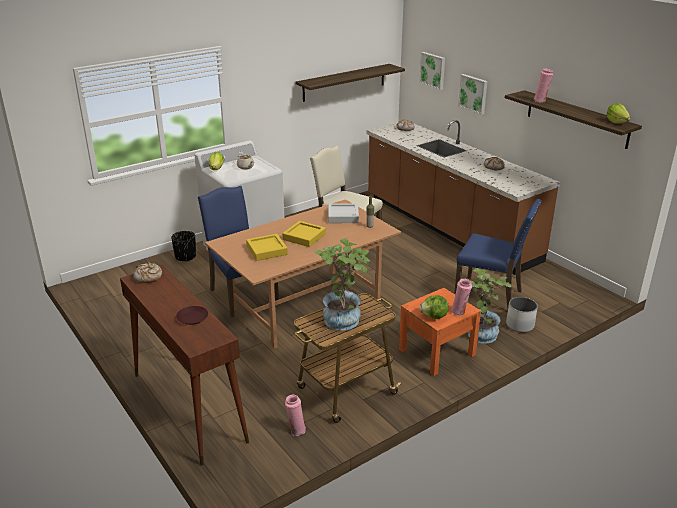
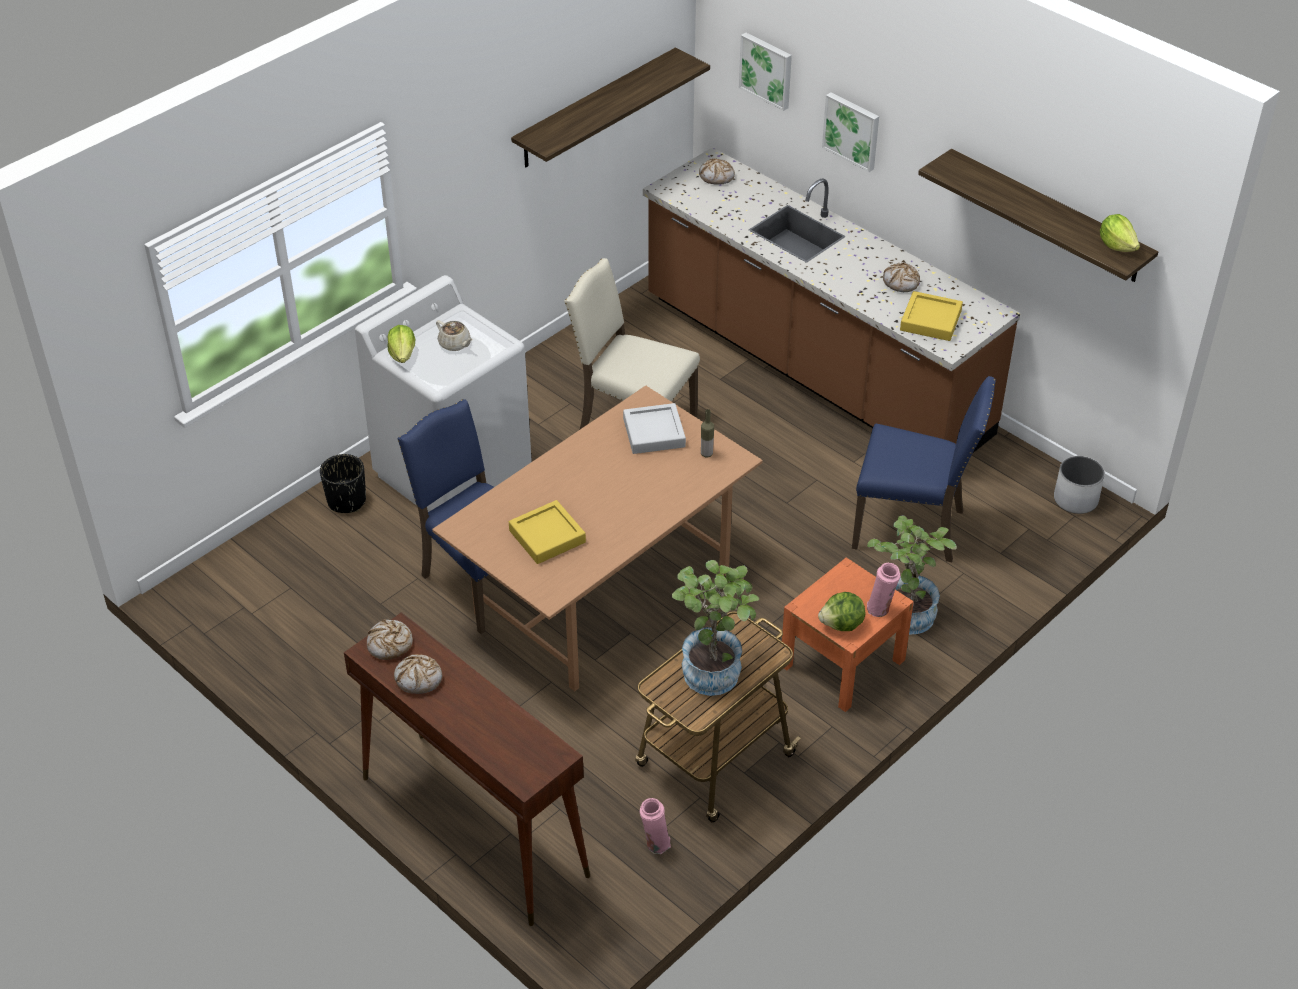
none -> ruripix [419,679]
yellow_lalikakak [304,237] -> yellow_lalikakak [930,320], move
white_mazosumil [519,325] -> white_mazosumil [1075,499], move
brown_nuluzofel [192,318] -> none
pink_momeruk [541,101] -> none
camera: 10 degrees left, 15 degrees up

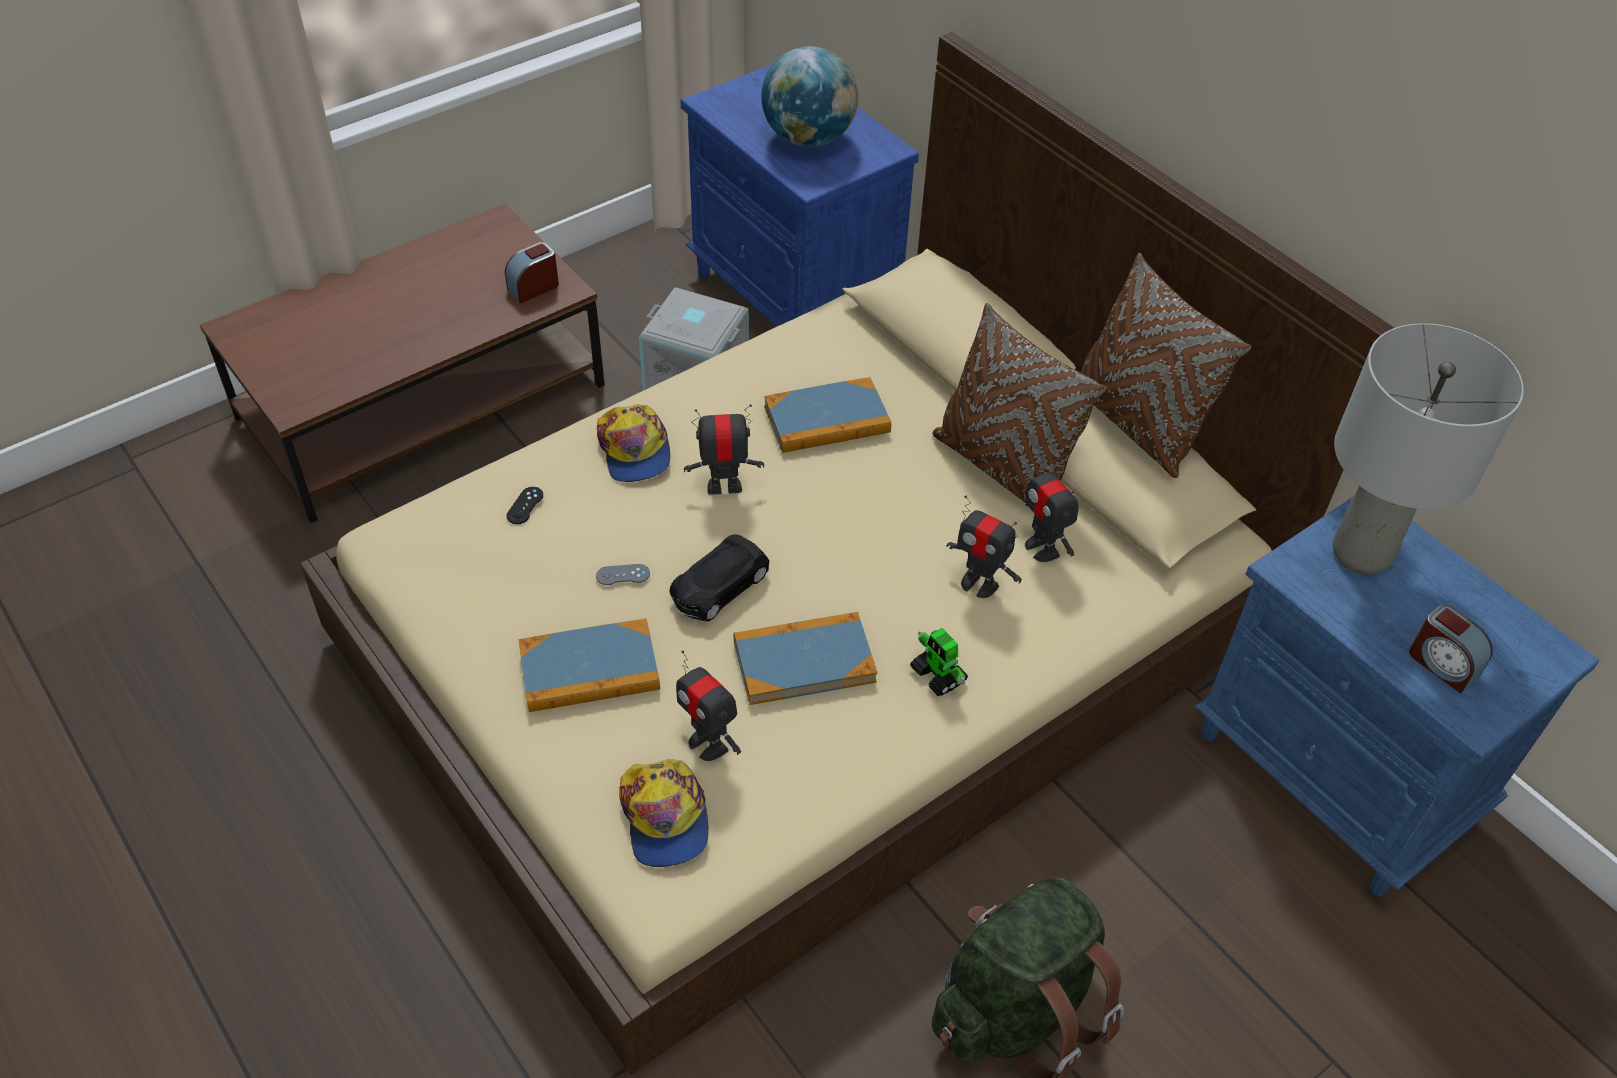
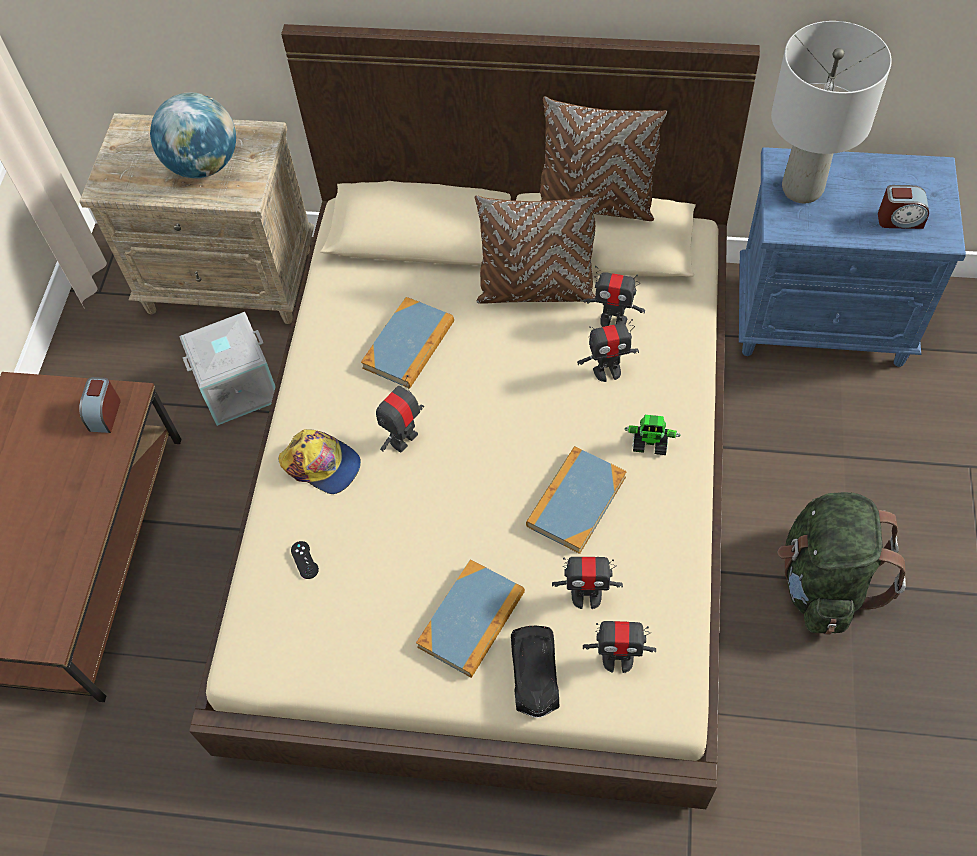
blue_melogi [795,299] -> beige_melogi [231,280]
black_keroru [718,587] -> black_keroru [534,674], move
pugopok [665,818] -> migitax [617,659]
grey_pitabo [623,575] -> none
camera: 40 degrees left, 10 degrees up

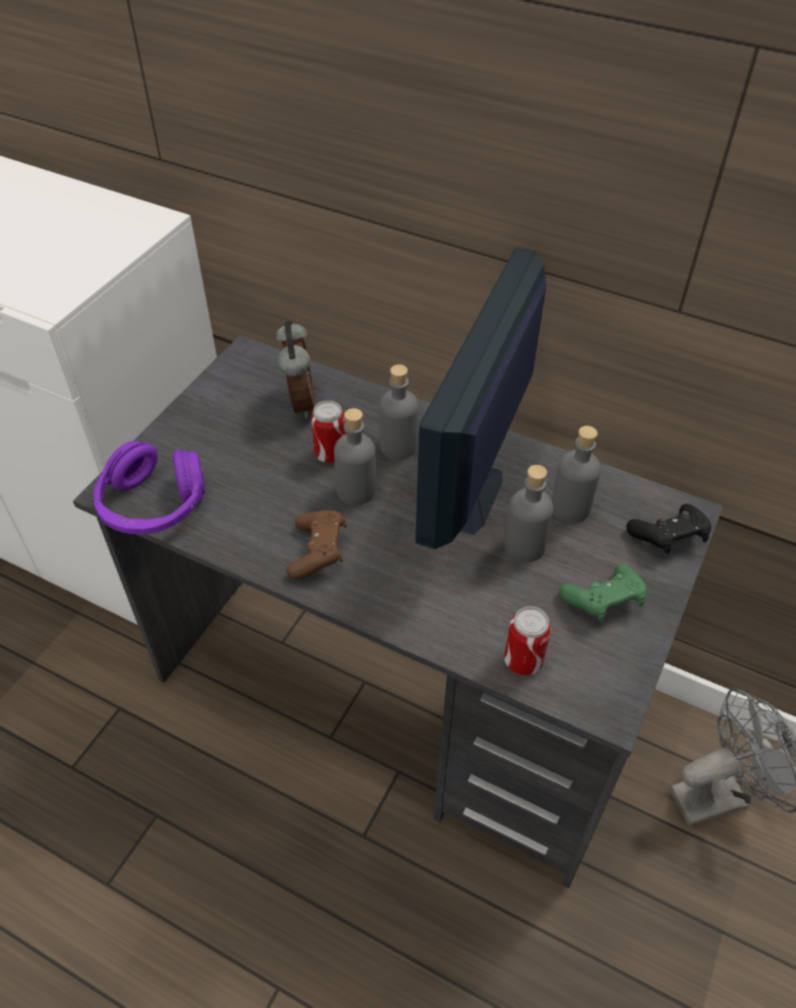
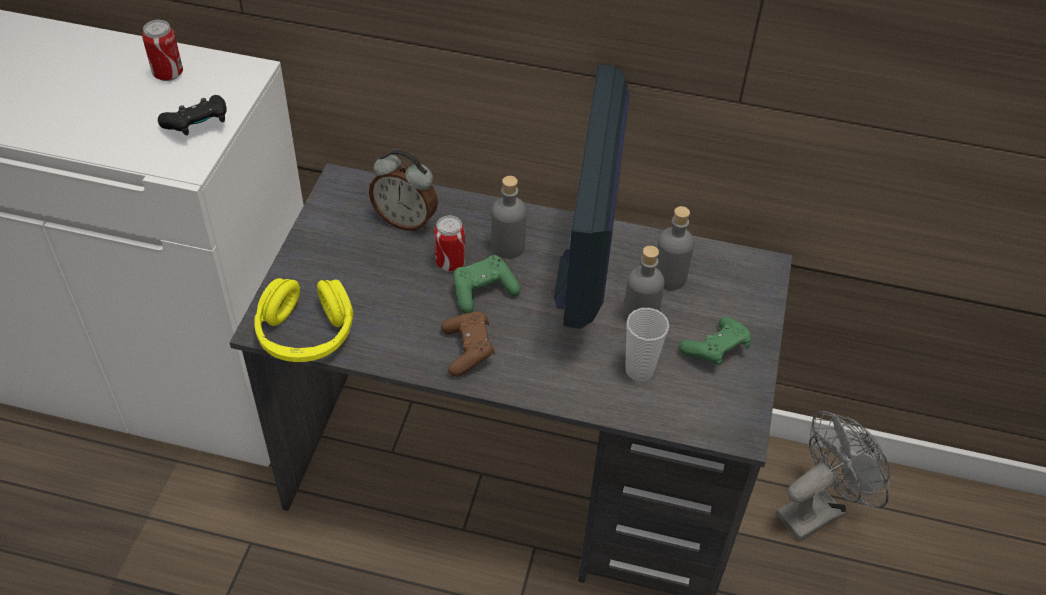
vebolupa [523,661] -> vebolupa [168,74], move
black_pitabo [668,538] -> black_pitabo [198,126], move
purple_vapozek [152,505] -> yellow_vapozek [305,334]
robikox [299,403] -> robikox [406,220], 135 degrees clockwise
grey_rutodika [356,491] -> green_pitabo [483,292]
none -> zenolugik [639,370]
camera: 15 degrees left, 0 degrees up

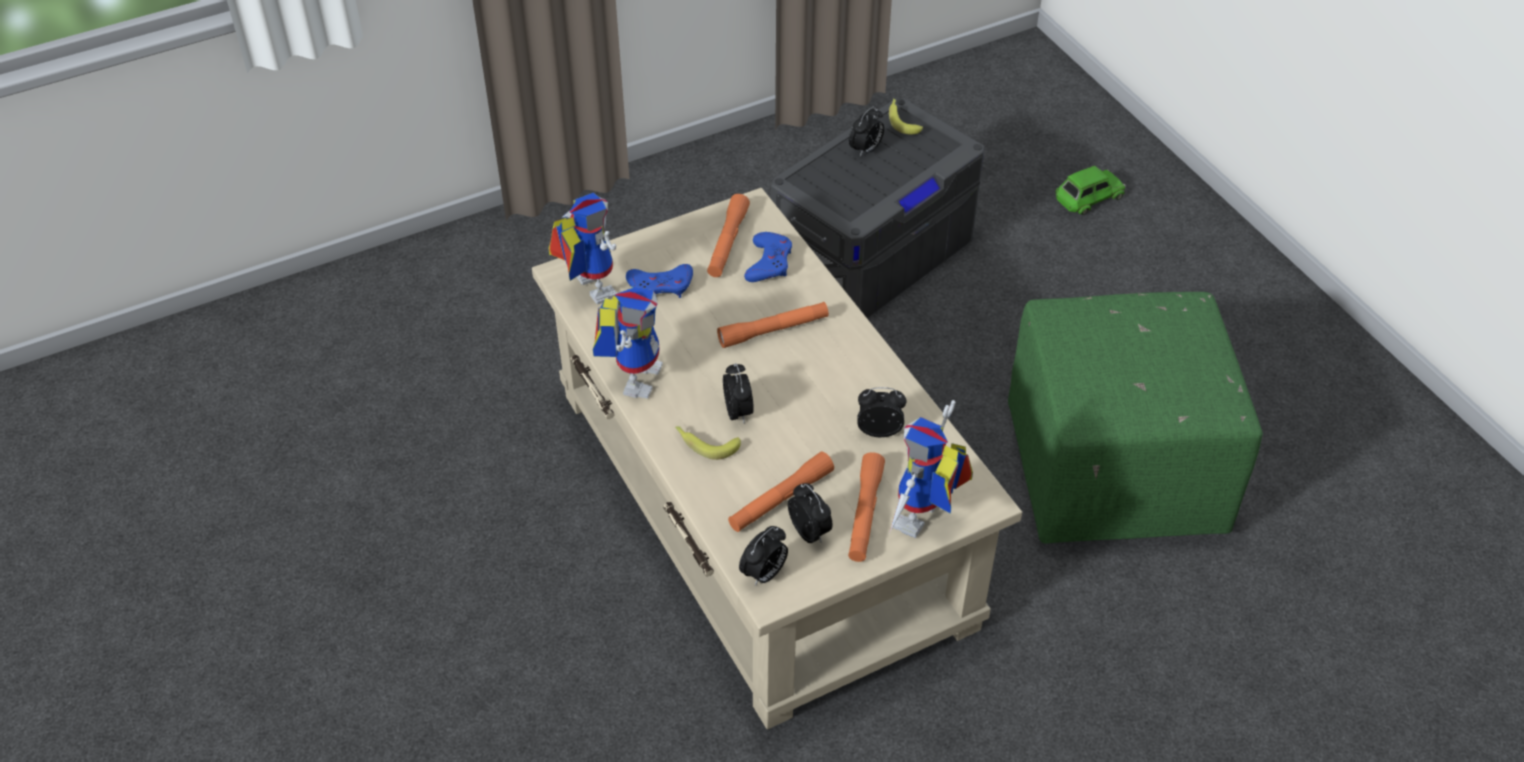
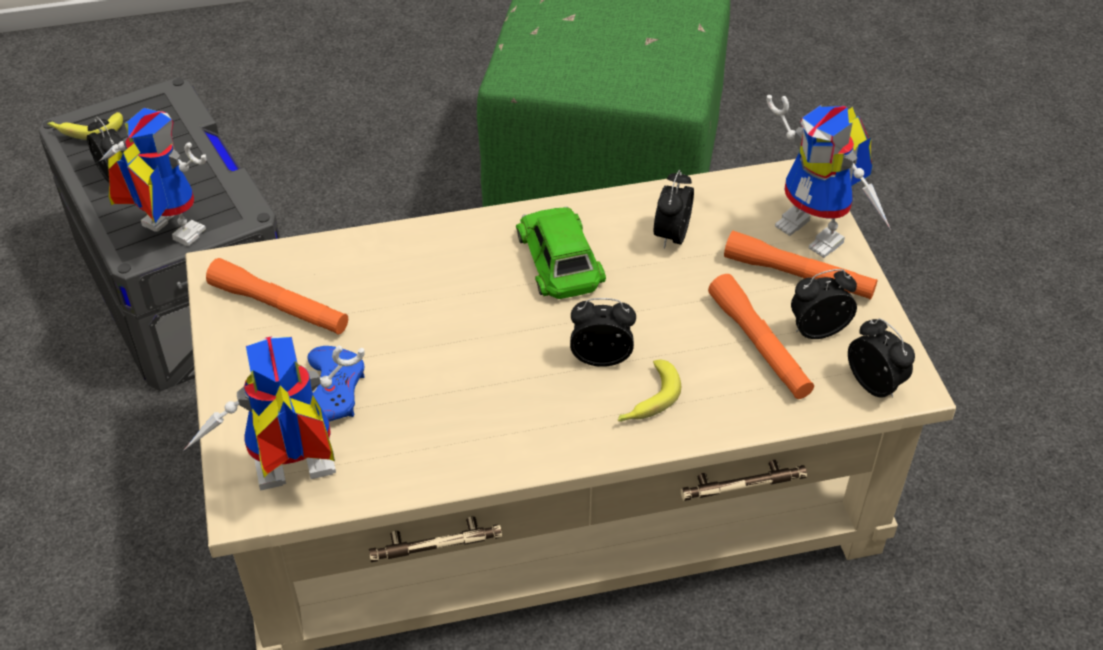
migitax [635,374] -> migitax [163,232], move
green_keroru [1088,197] -> green_keroru [560,261], move
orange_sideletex [773,330] -> none
blue_pitabo [769,262] -> none
camera: 75 degrees left, 0 degrees up

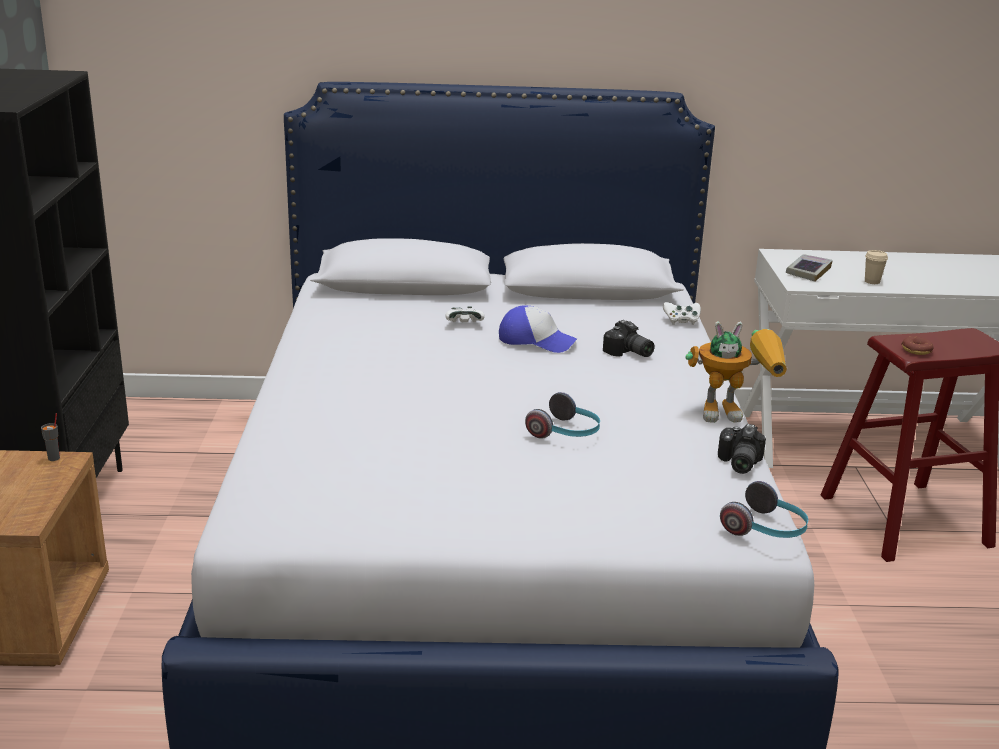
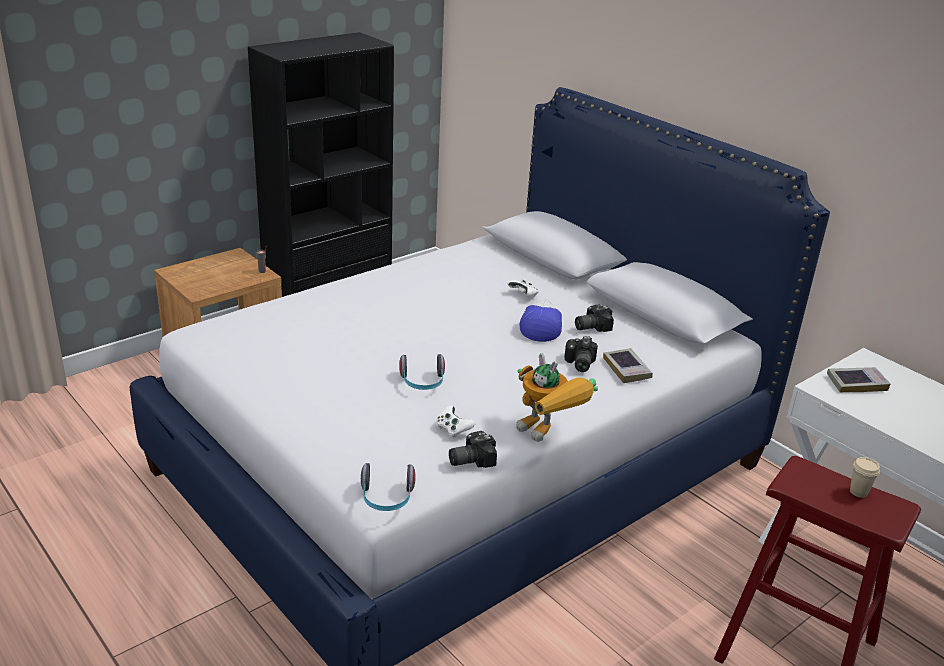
white_pitabo [681,321] -> white_pitabo [453,430], move
pugopok [536,341] -> pugopok [541,326], 150 degrees counterclockwise
none -> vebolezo [590,326]
none -> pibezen [626,369]
beige_zenolugik [872,281] -> beige_zenolugik [858,492], move
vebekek [916,350] -> none
camera: 50 degrees right, 5 degrees up

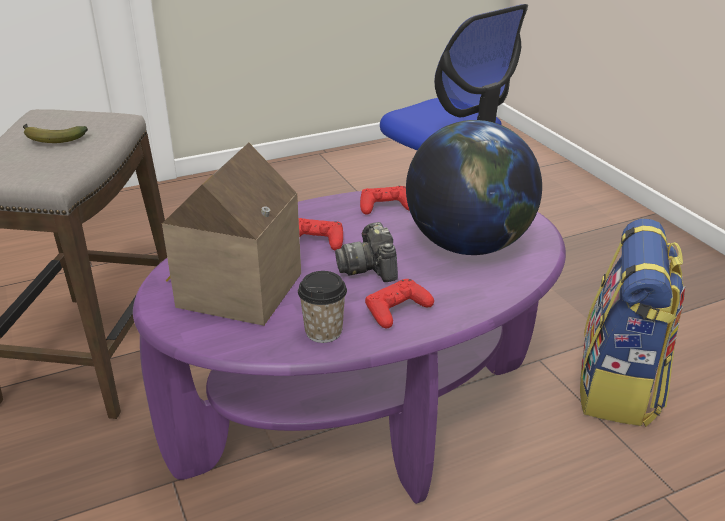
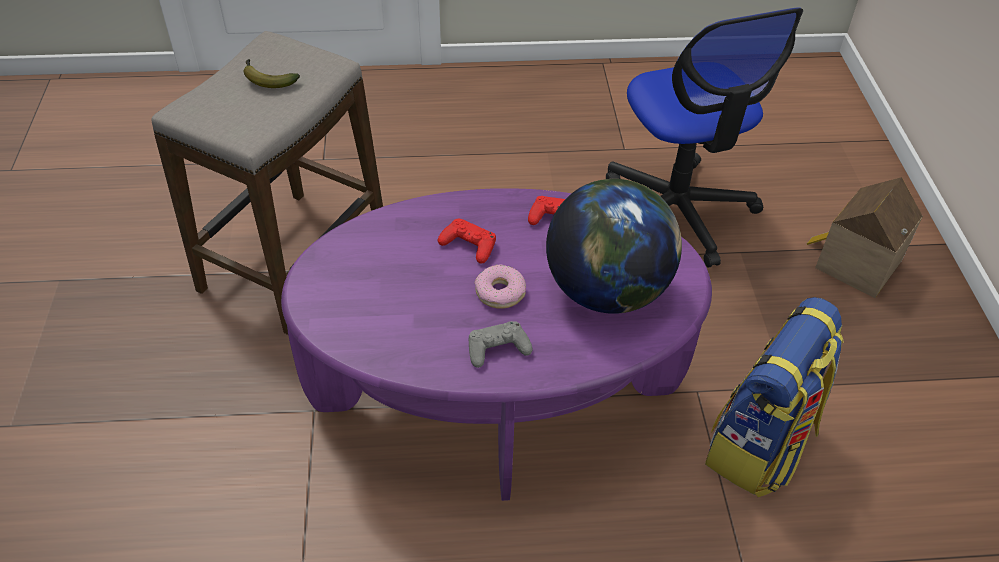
red_pitabo [397,310] -> grey_pitabo [497,349]
vebolezo [369,267] -> vebekek [500,292]
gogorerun [234,290] -> gogorerun [853,263], move
zenolugik [323,332] -> none
camera: 20 degrees right, 15 degrees up

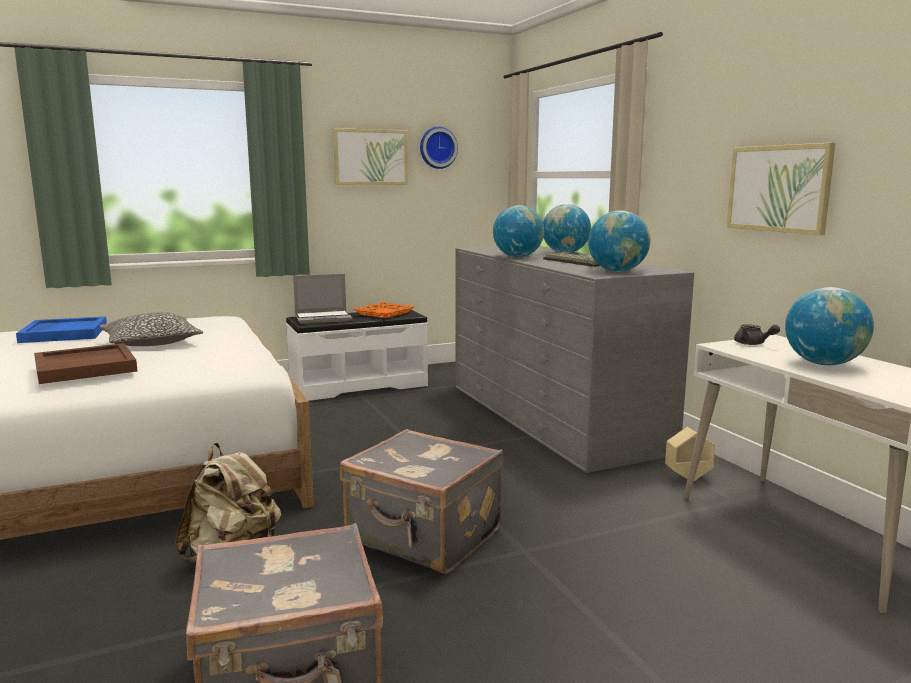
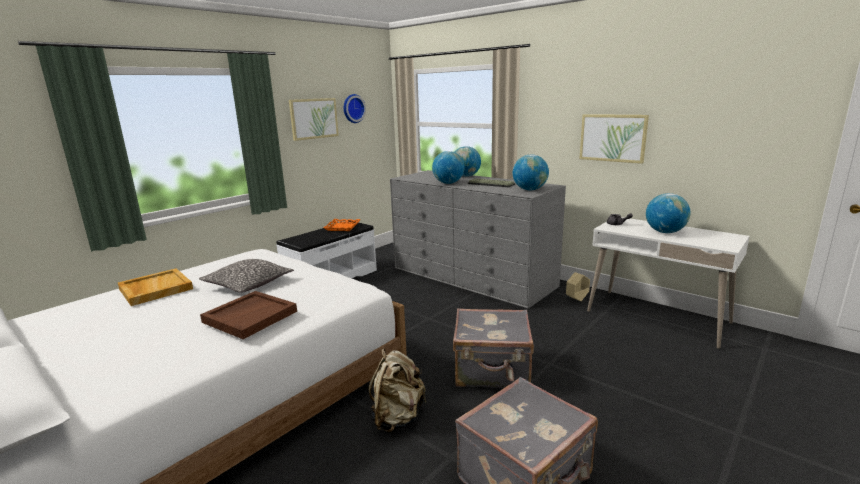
blue_lalikakak [64,333] -> beige_lalikakak [155,289]
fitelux [324,318] -> none
camera: 25 degrees left, 5 degrees up

